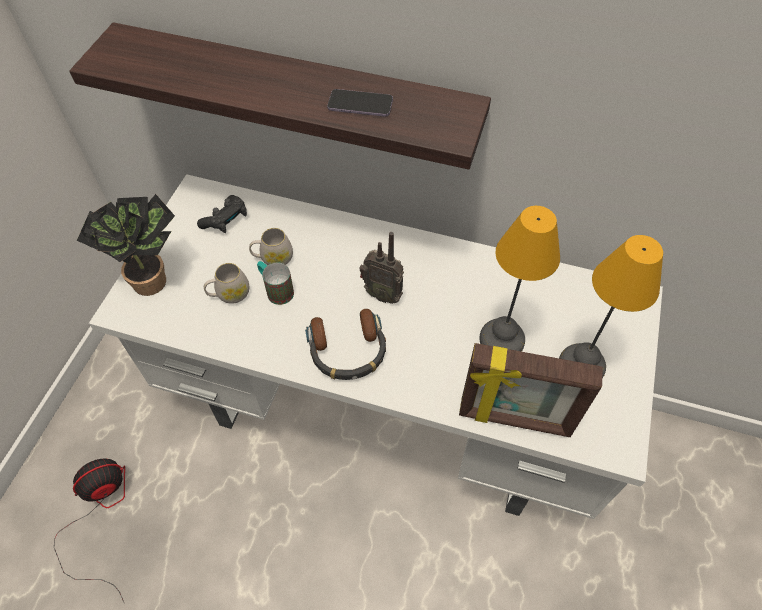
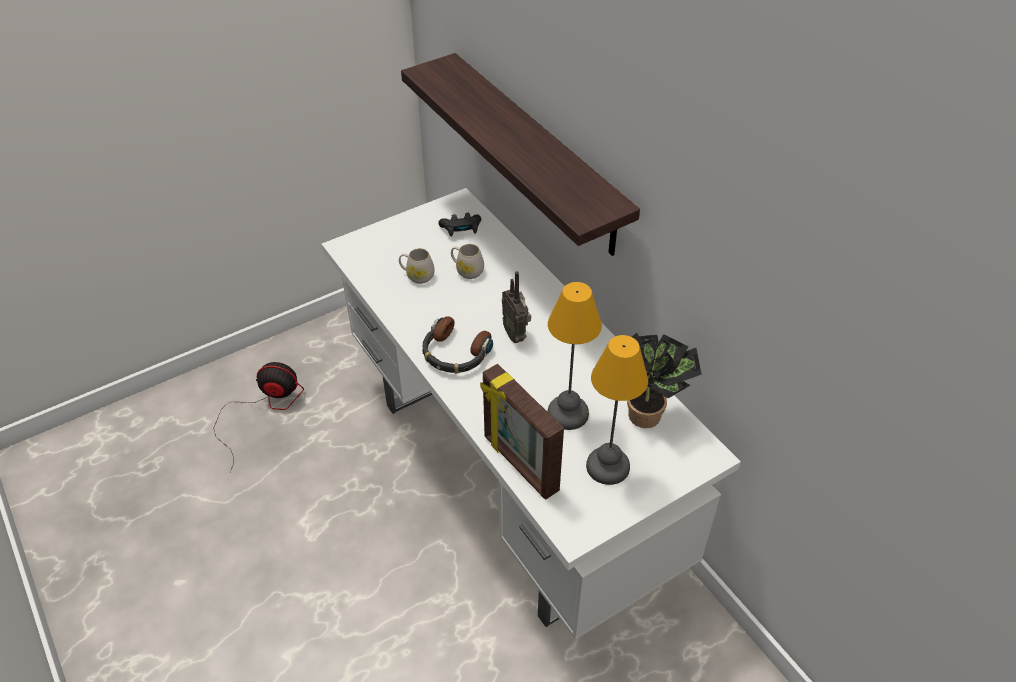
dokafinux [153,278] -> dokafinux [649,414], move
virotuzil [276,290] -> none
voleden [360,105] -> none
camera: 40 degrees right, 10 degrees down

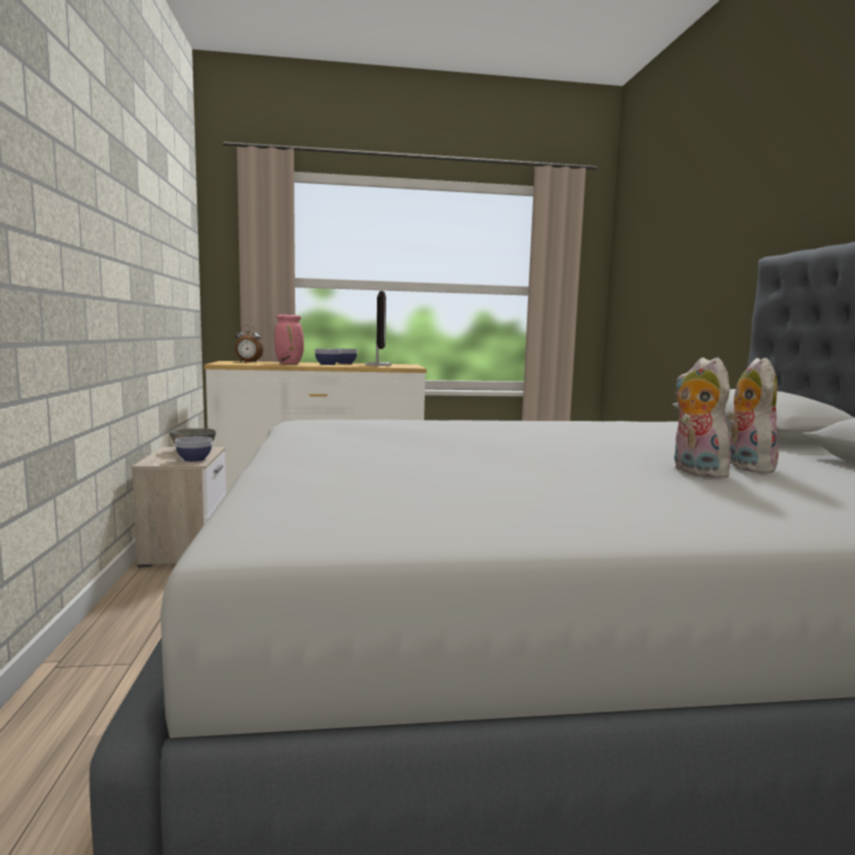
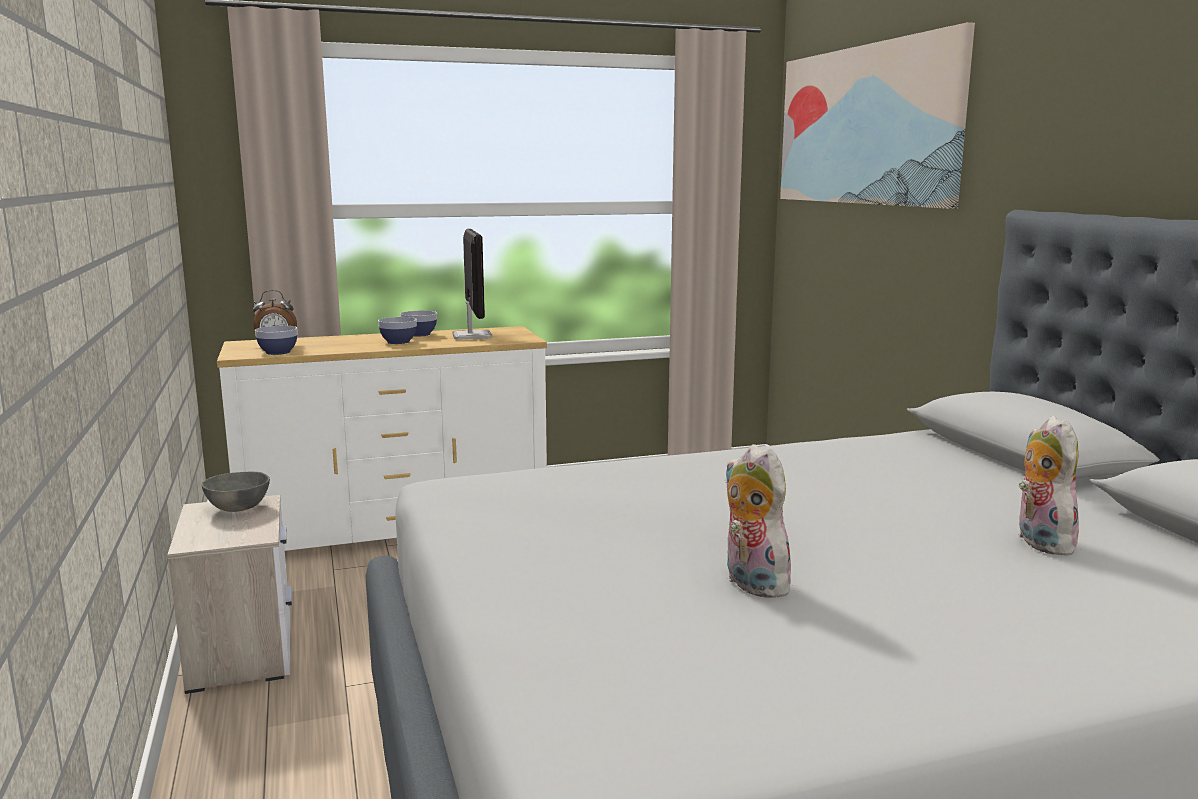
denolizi [194,459] -> denolizi [278,352], move
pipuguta [694,471] -> pipuguta [751,584], move
none -> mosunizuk [864,125]
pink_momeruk [290,363] -> none
camera: 10 degrees left, 5 degrees up

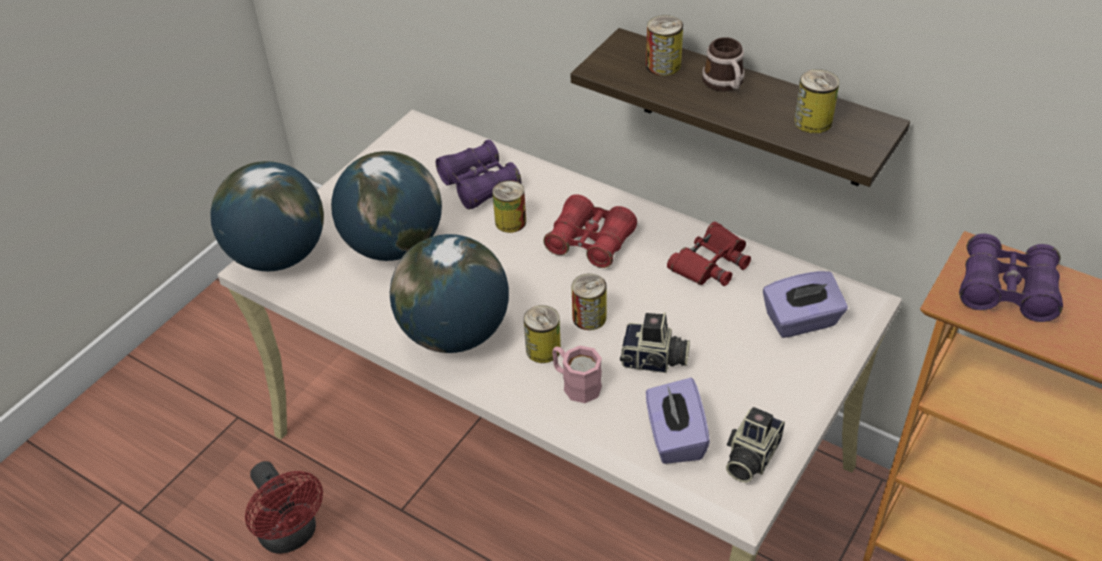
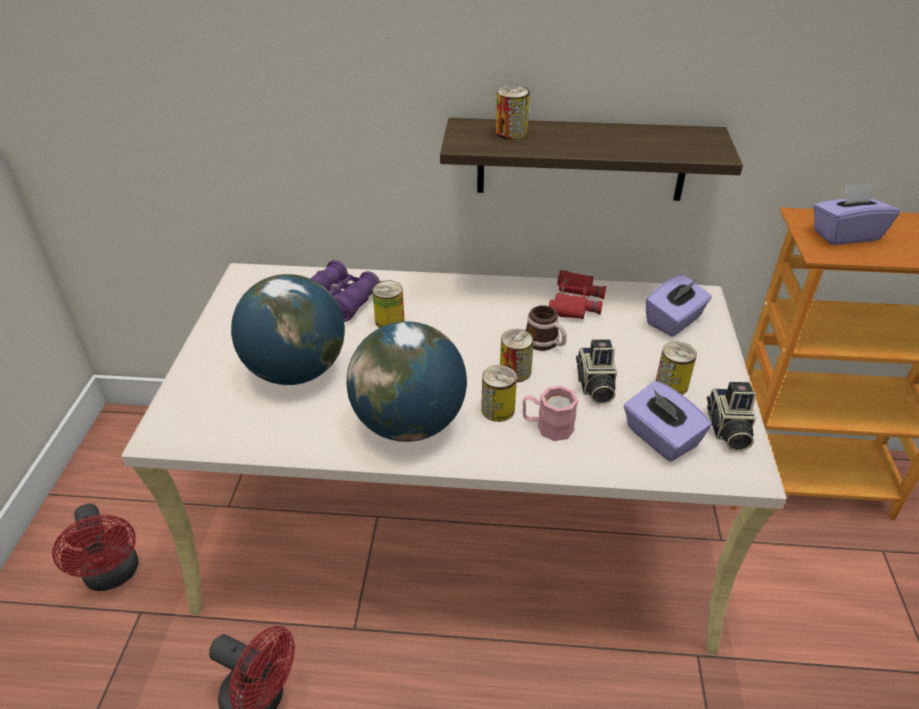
none -> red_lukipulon [113,575]
virotuzil [725,84] -> virotuzil [545,343], move
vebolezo [654,361] -> vebolezo [594,386], 105 degrees clockwise
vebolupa [813,122] -> vebolupa [671,385], move
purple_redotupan [1006,290] -> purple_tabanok [845,234]
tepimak [279,256] -> none
red_redotupan [590,242] -> none
camera: 30 degrees left, 5 degrees down

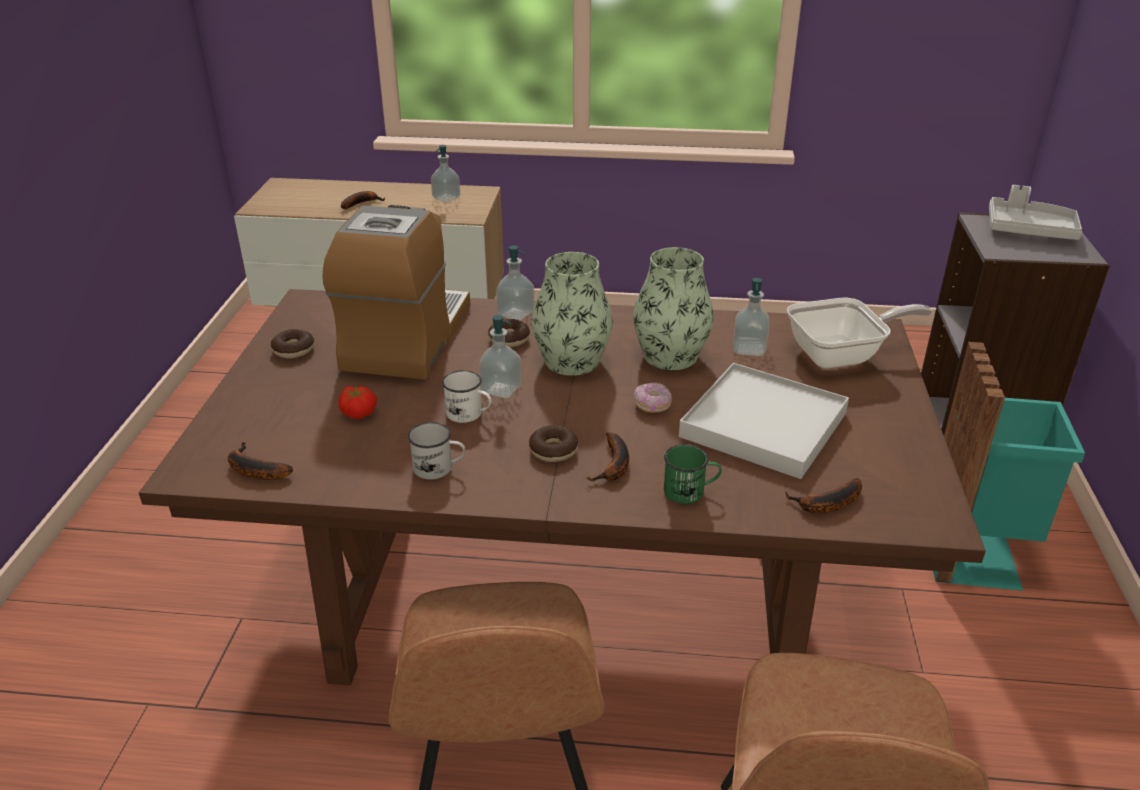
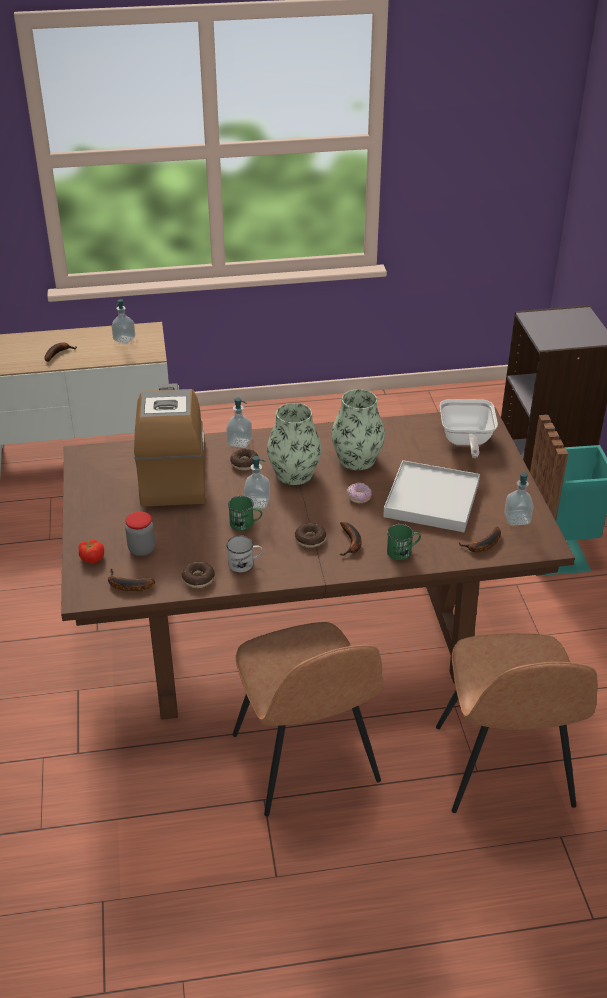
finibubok [359,412] -> finibubok [92,557], move
none -> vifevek [142,549]
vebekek [293,350] -> vebekek [198,579], move
white_virotuzil [469,414] -> green_virotuzil [245,524]
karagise [842,355] -> karagise [465,441], 120 degrees clockwise
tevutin [749,349] -> tevutin [517,519], move
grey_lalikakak [1029,230] -> none
camera: 15 degrees left, 5 degrees up

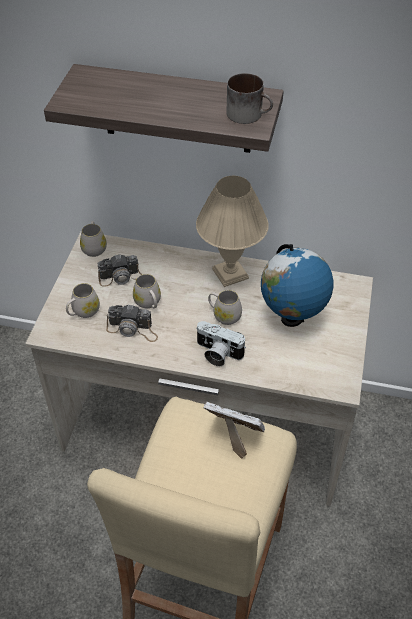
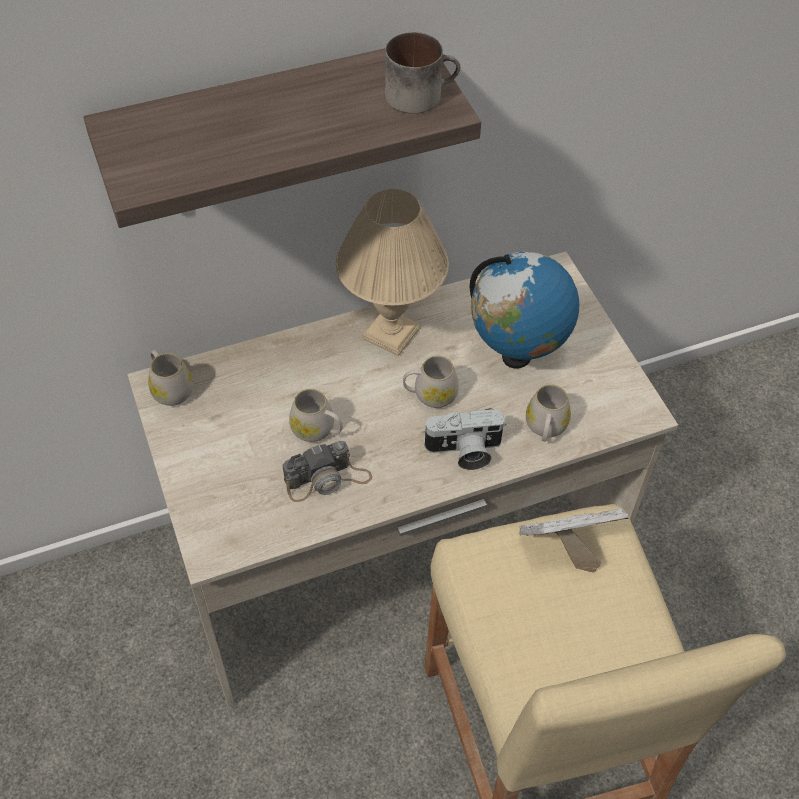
white_virotuzil [83,312] -> white_virotuzil [545,428], move
vebolezo [124,277] -> none
camera: 35 degrees left, 5 degrees up

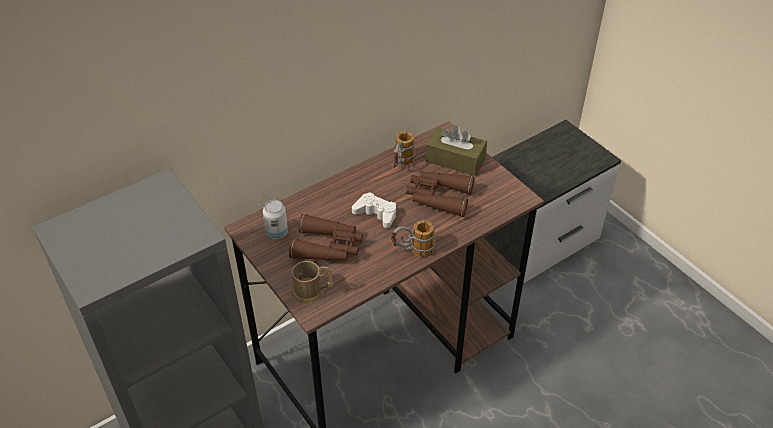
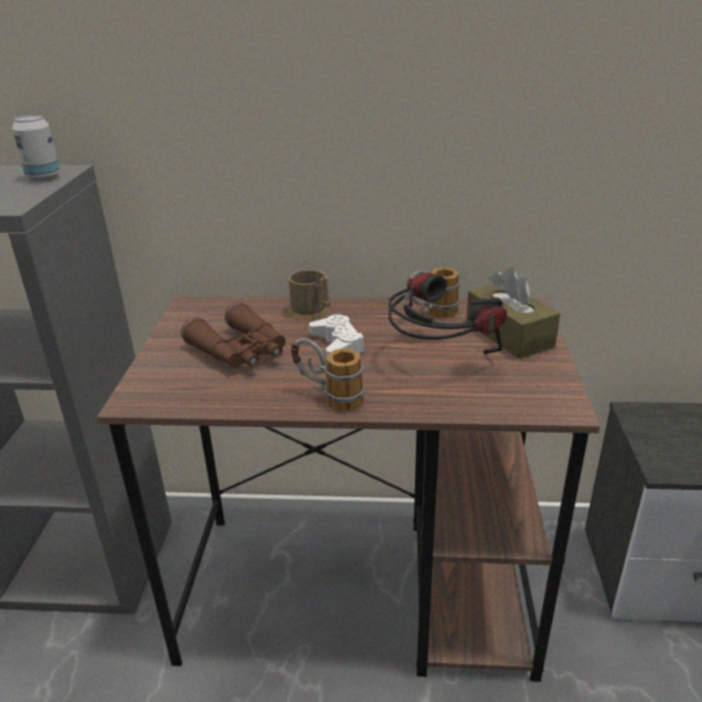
vebolupa [277,233] -> vebolupa [43,177], move
brown_virotuzil [312,291] -> brown_virotuzil [312,314], move
brown_redotupan [438,197] -> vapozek [437,360]
camera: 40 degrees right, 15 degrees down

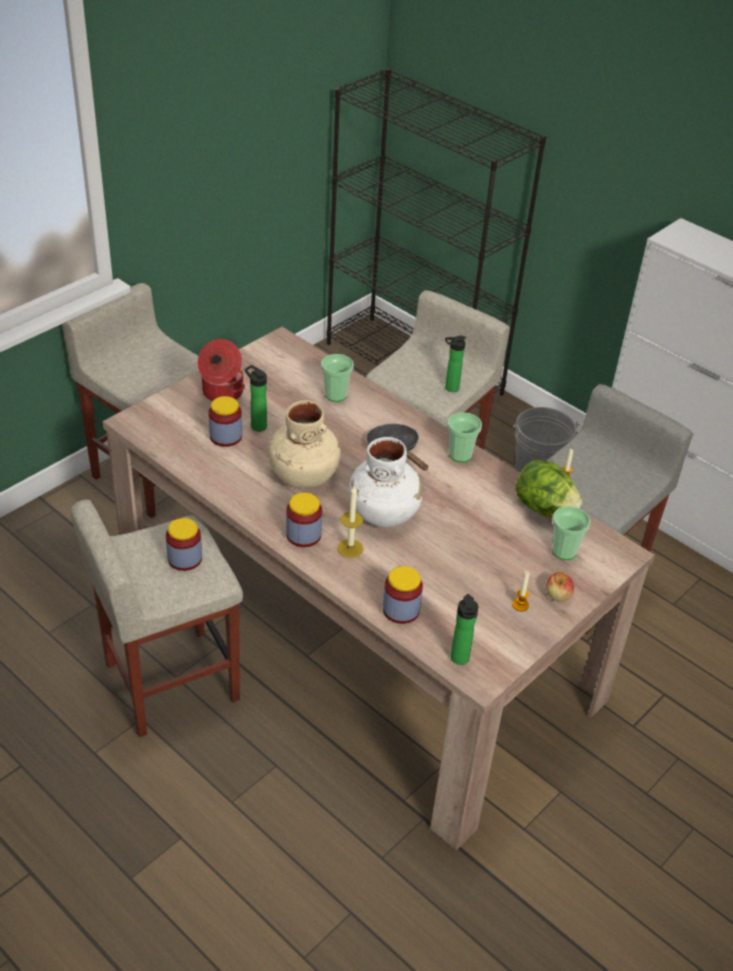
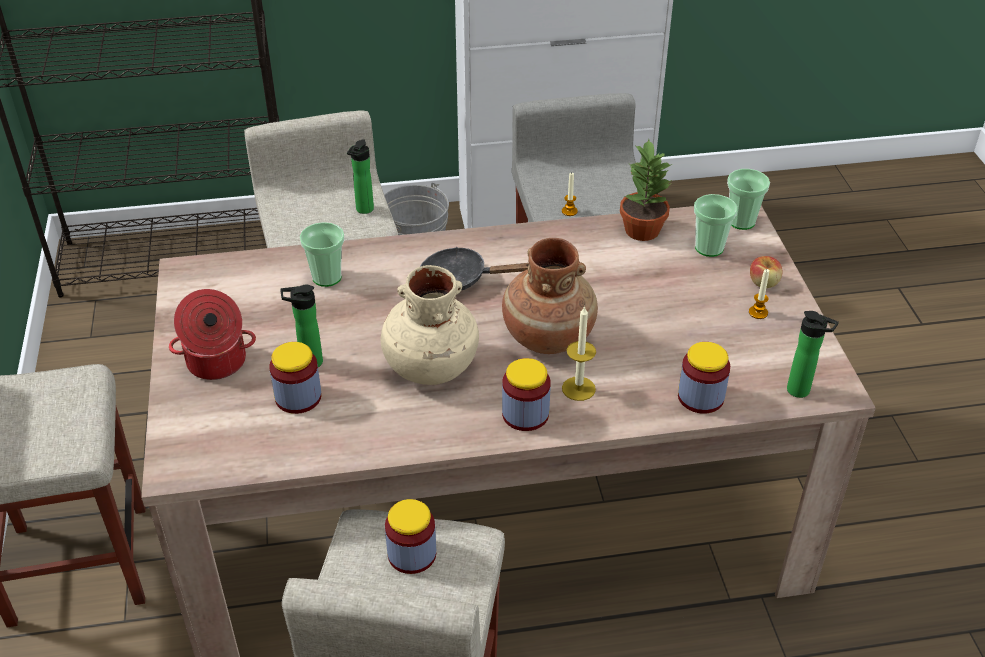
white_momeruk [384,513] -> brown_momeruk [548,336]
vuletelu [544,508] -> dokafinux [641,229]
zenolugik [460,455] -> zenolugik [741,221], move
camera: 50 degrees left, 0 degrees up

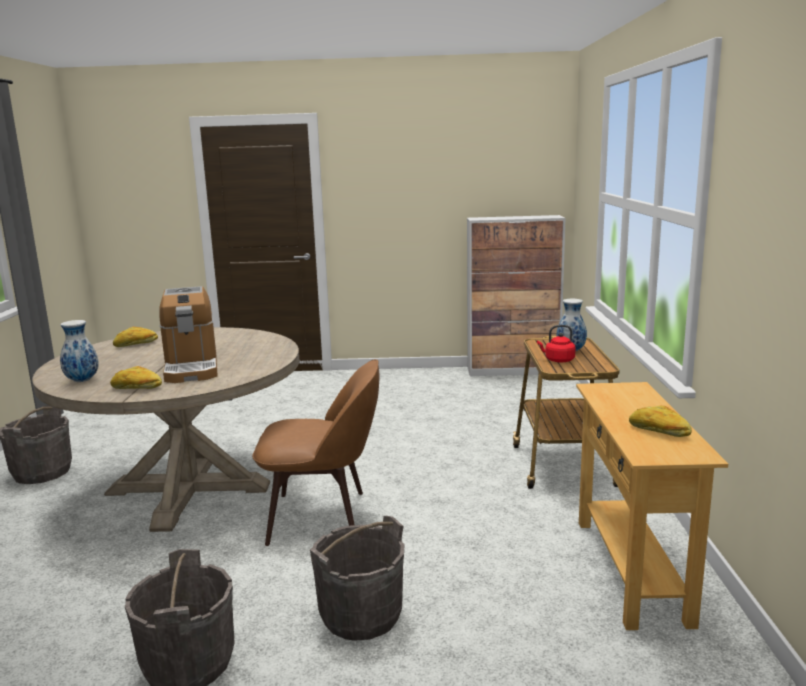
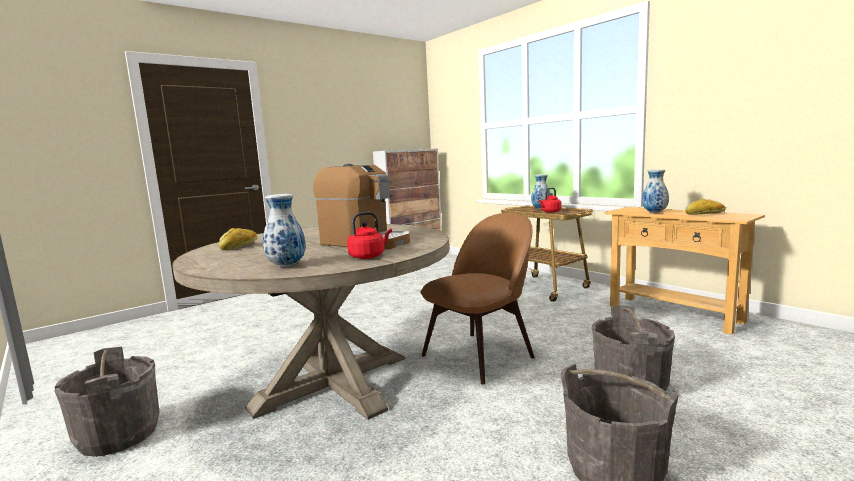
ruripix [137,388] -> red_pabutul [369,256]
none -> momeruk [654,212]
camera: 40 degrees left, 5 degrees down

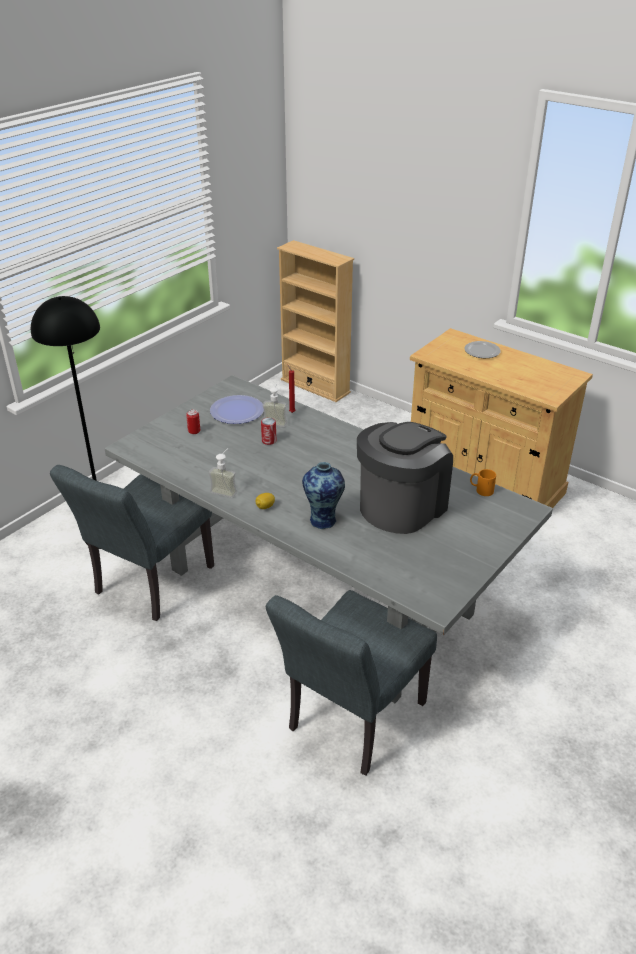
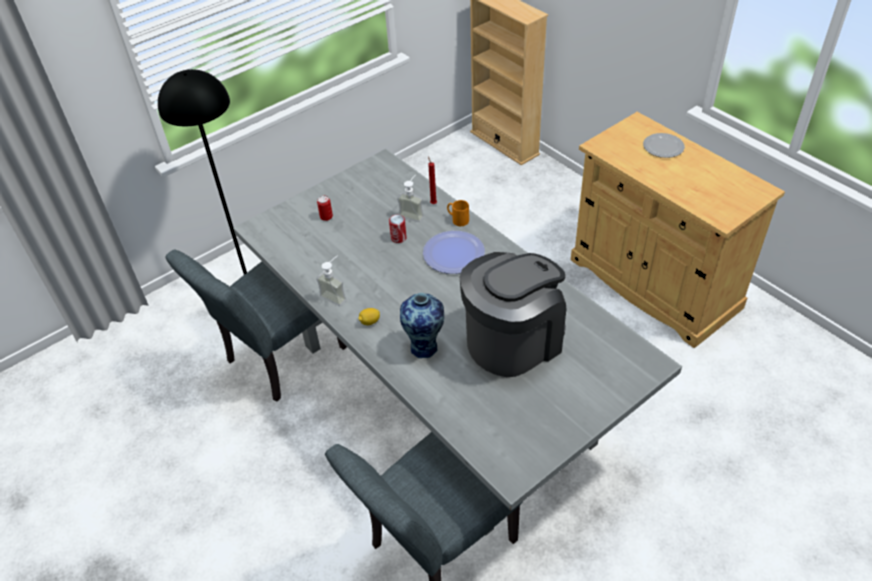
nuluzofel [237,411] -> nuluzofel [454,253], move
orange_virotuzil [481,490] -> orange_virotuzil [457,219], move
camera: 15 degrees right, 10 degrees up

